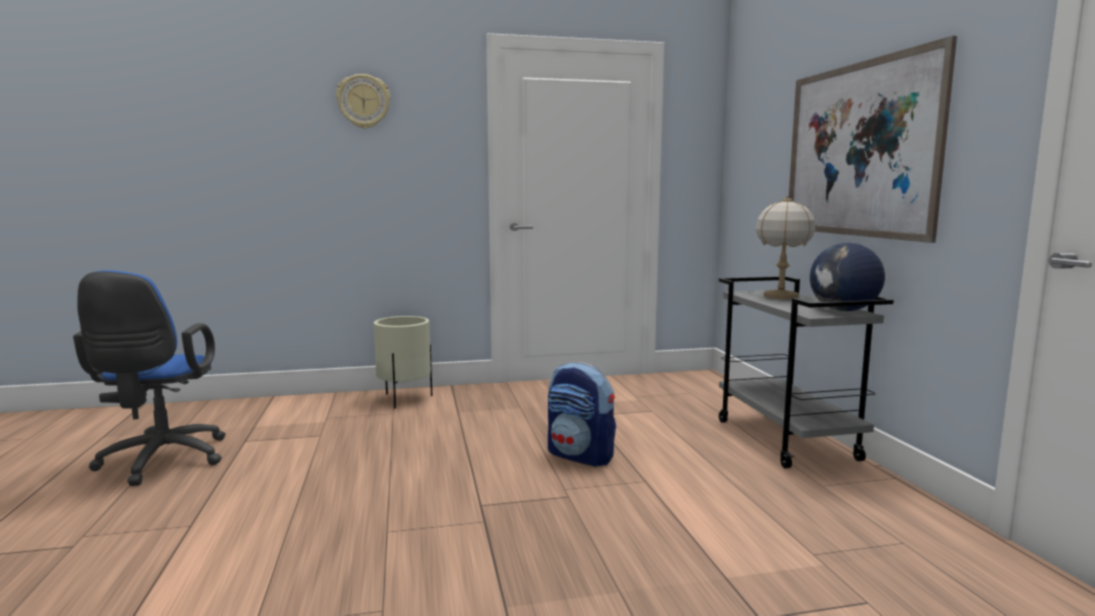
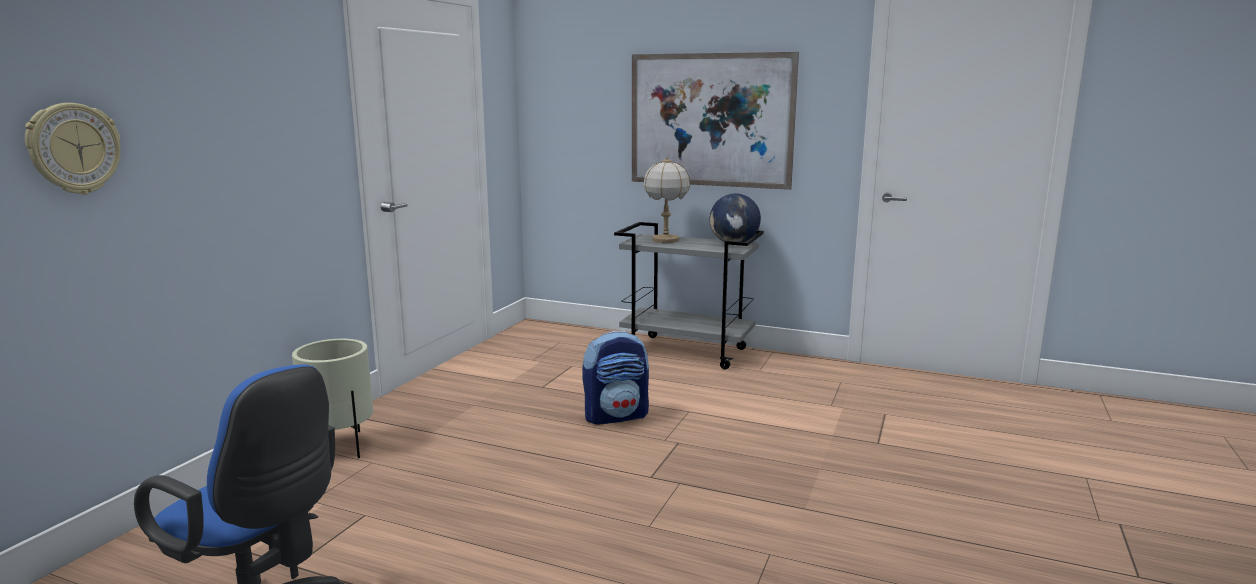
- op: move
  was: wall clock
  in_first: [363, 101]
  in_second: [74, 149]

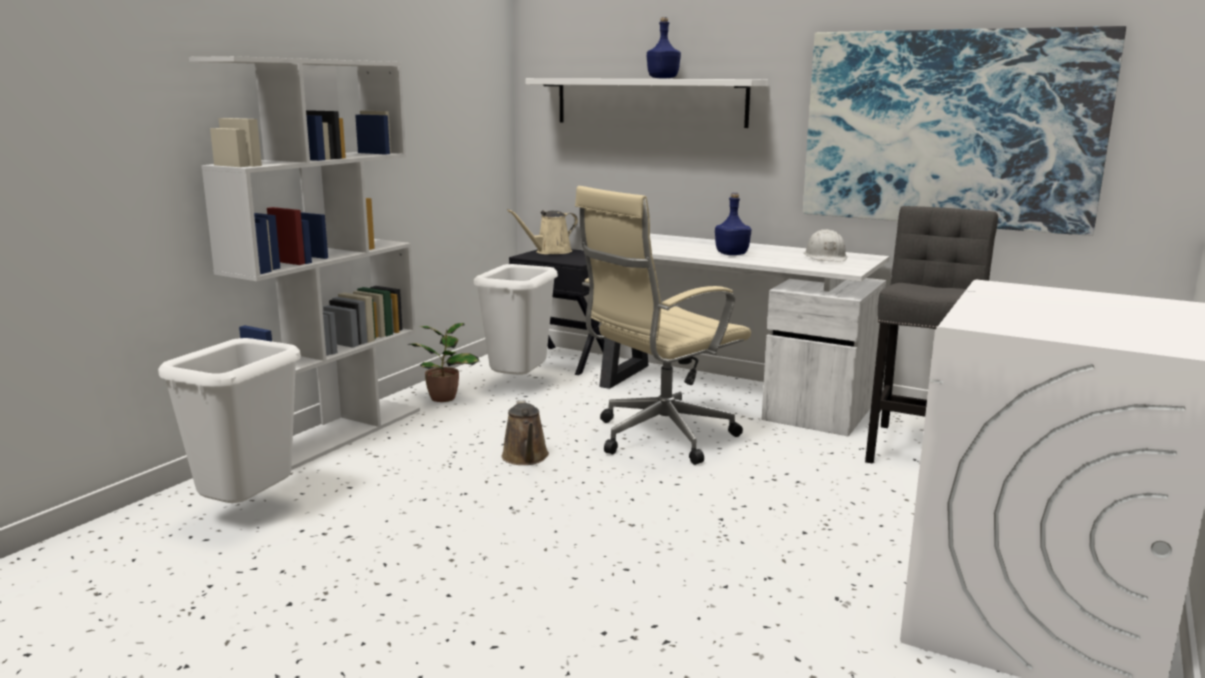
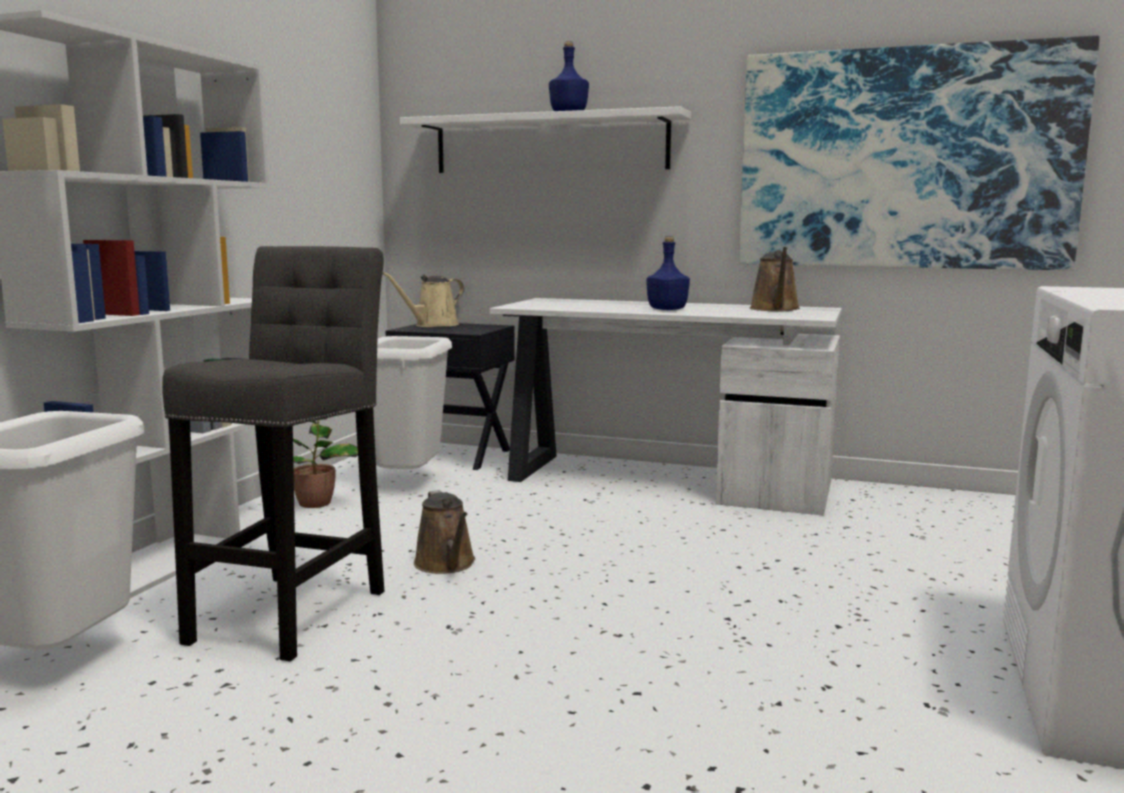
- op: delete
  was: beige desk chair
  in_first: [658, 438]
- op: replace
  was: whitish work helmet
  now: brown-coloured sprinkling can
  in_first: [826, 257]
  in_second: [775, 309]
- op: move
  was: greyish stool seat
  in_first: [916, 447]
  in_second: [294, 611]

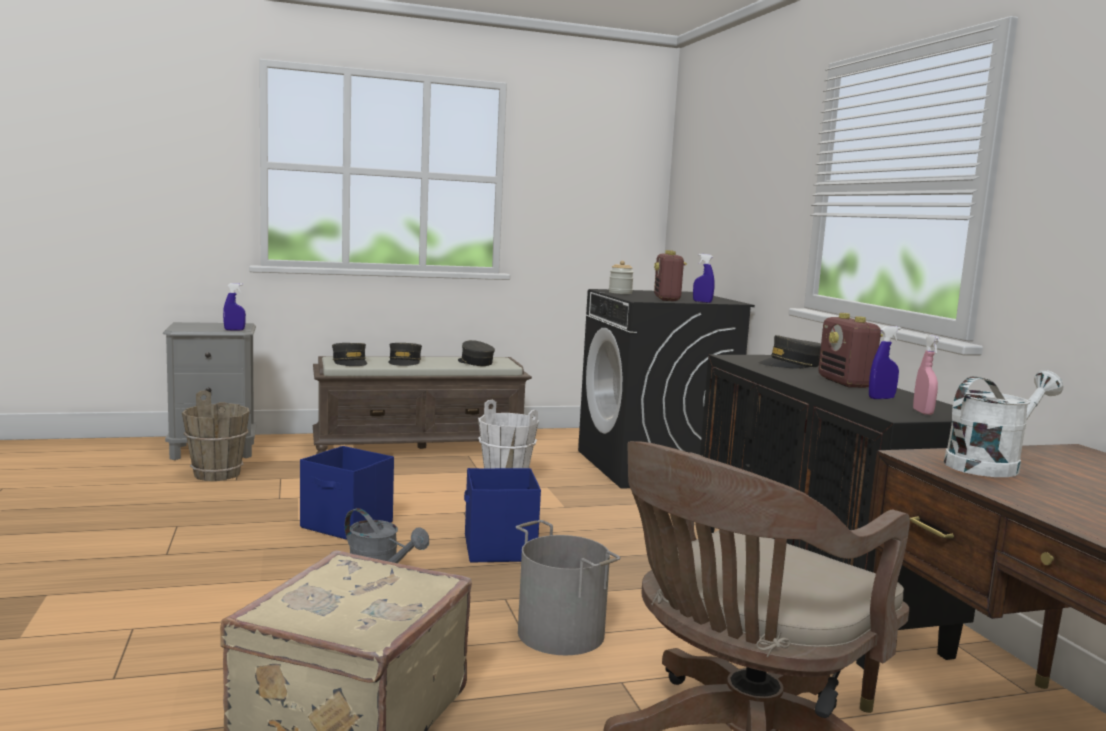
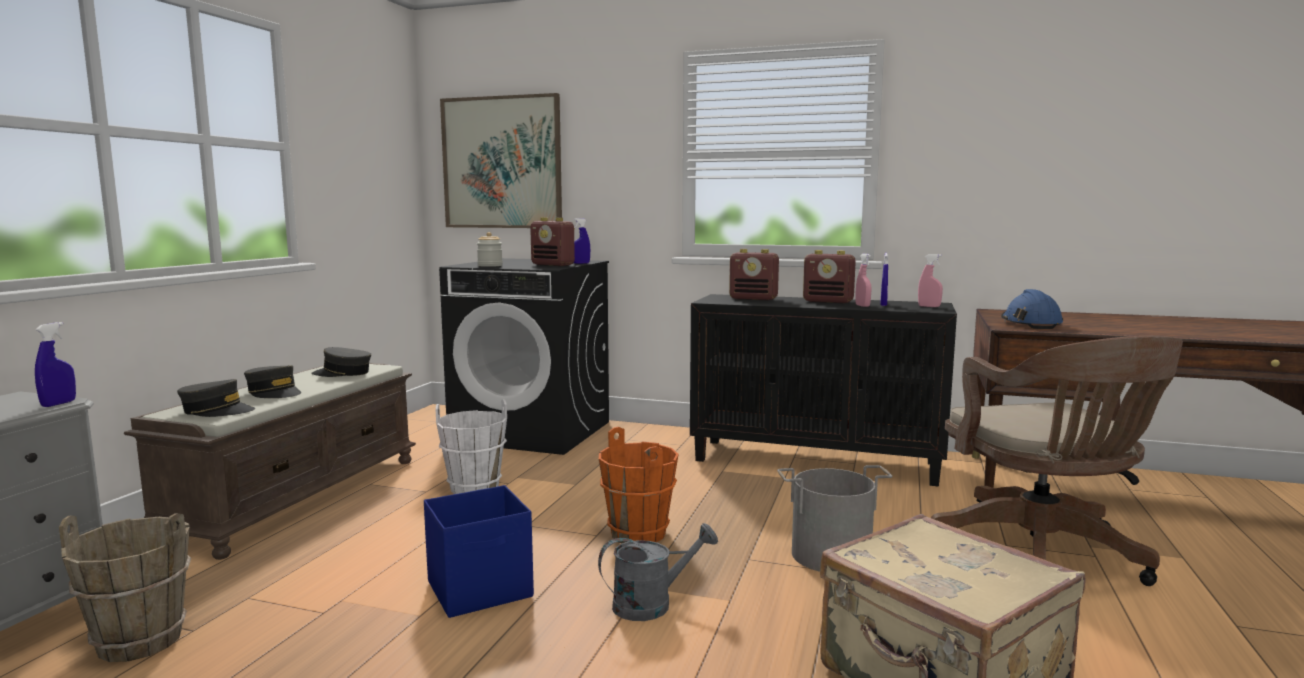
- op: replace
  was: blue storage box
  now: orange-coloured bucket
  in_first: [499, 549]
  in_second: [639, 534]
- op: replace
  was: greyish peaked cap
  now: radio set
  in_first: [791, 365]
  in_second: [754, 299]
- op: replace
  was: whitish sprinkling can
  now: blue work helmet
  in_first: [990, 465]
  in_second: [1030, 324]
- op: insert
  now: wall picture
  in_second: [502, 163]
- op: insert
  now: pink sprayer
  in_second: [862, 306]

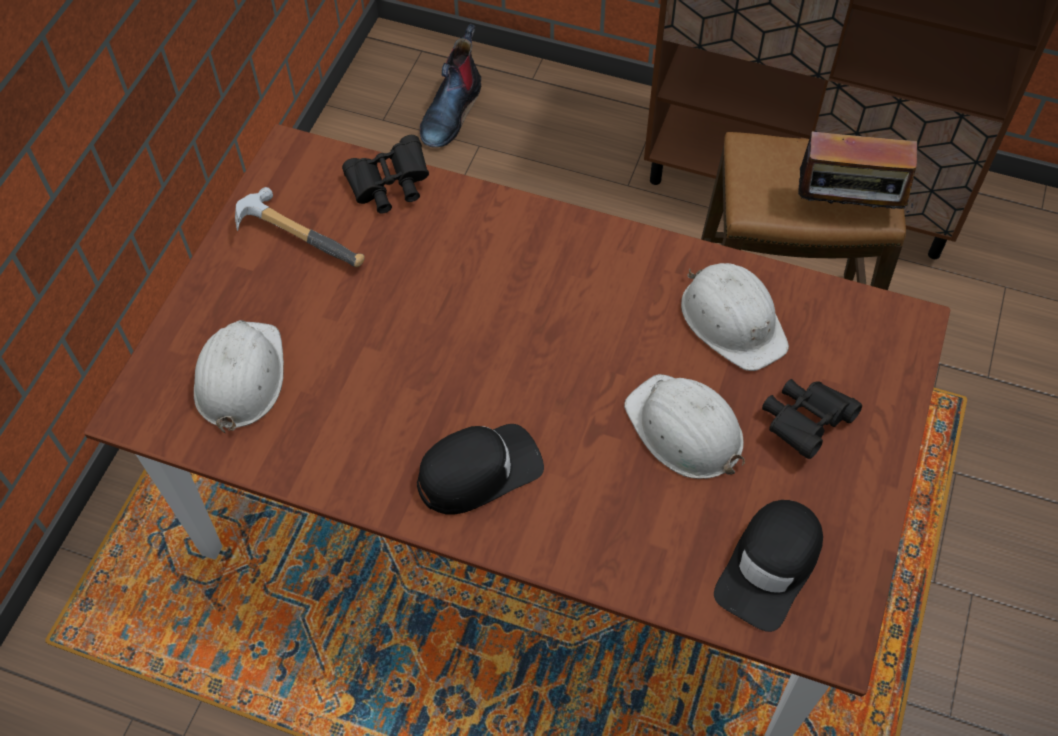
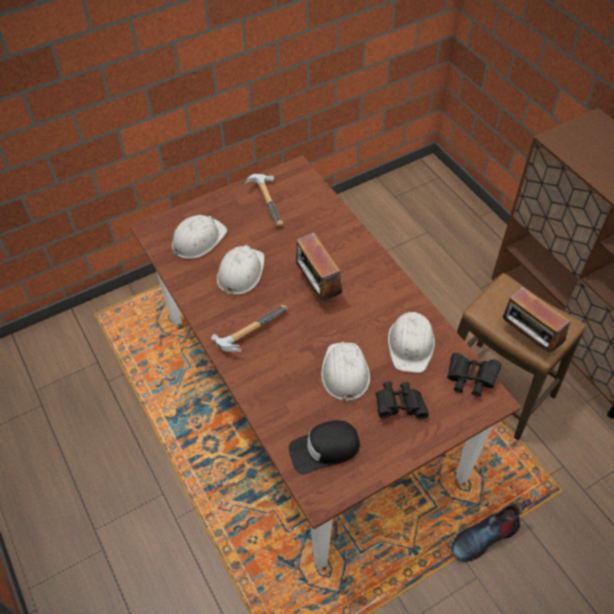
- op: move
  was: blackish binoculars
  in_first: [389, 187]
  in_second: [470, 379]
- op: replace
  was: blackish peaked cap
  now: hand hammer
  in_first: [479, 471]
  in_second: [248, 331]
- op: move
  was: boot
  in_first: [451, 112]
  in_second: [485, 537]
- op: insert
  now: whitish work helmet
  in_second: [240, 272]
- op: insert
  now: radio set
  in_second: [317, 288]

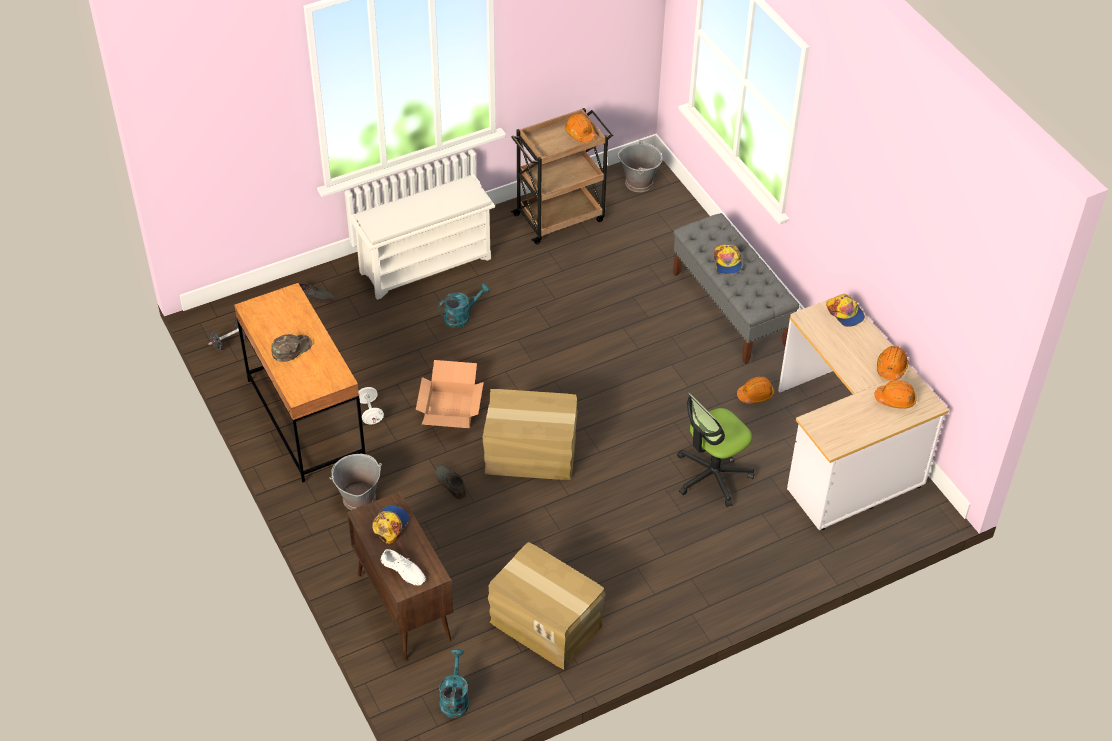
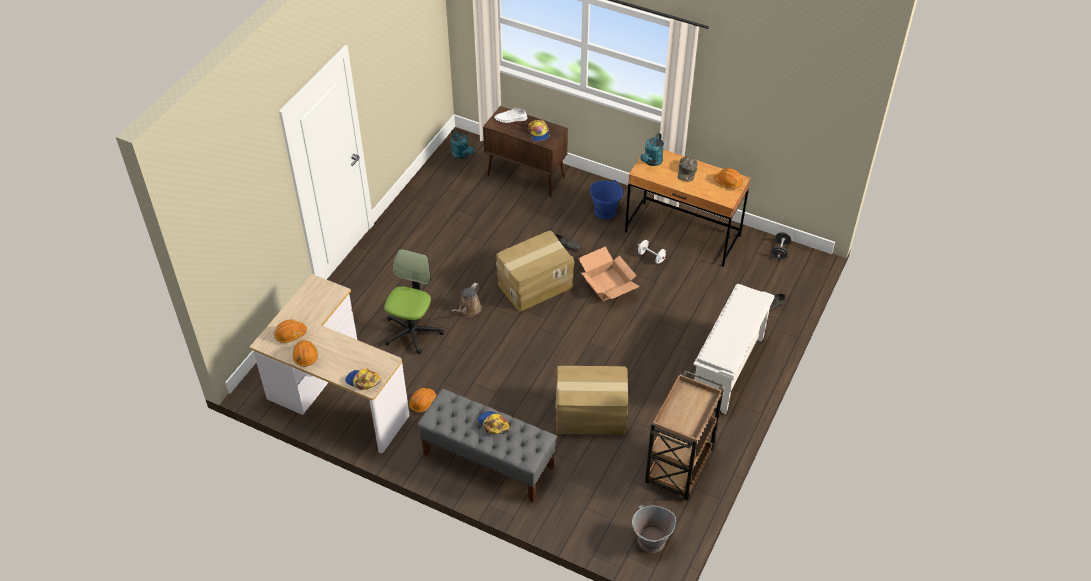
- op: recolor
  was: greyish bucket
  now: blue bucket
  in_first: [358, 498]
  in_second: [605, 211]
- op: move
  was: turquoise-coloured sprinkling can
  in_first: [461, 317]
  in_second: [652, 162]
- op: move
  was: packing box
  in_first: [546, 623]
  in_second: [590, 415]
- op: move
  was: orange-coloured work helmet
  in_first: [579, 133]
  in_second: [728, 182]
- op: insert
  now: brown-coloured sprinkling can
  in_second: [468, 310]

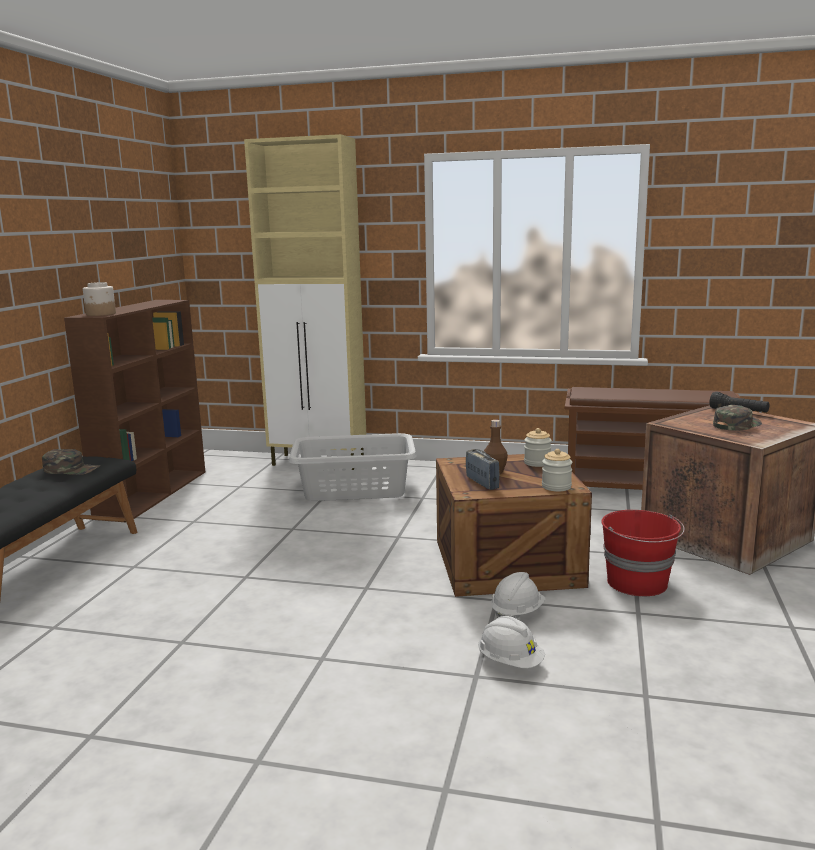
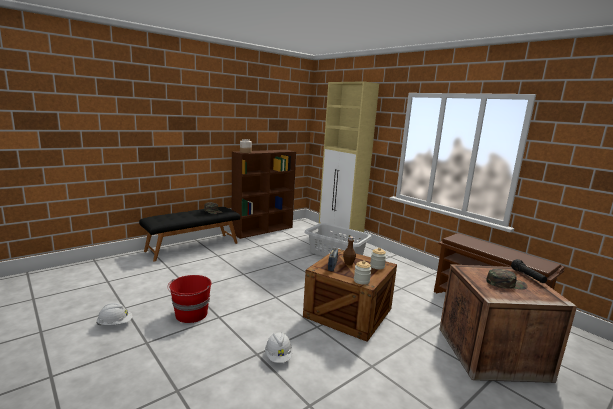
- op: move
  was: whitish work helmet
  in_first: [517, 613]
  in_second: [115, 323]
- op: move
  was: reddish bucket
  in_first: [638, 583]
  in_second: [191, 314]

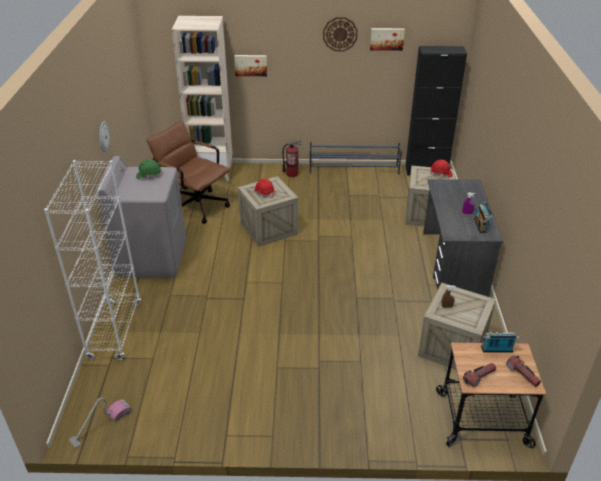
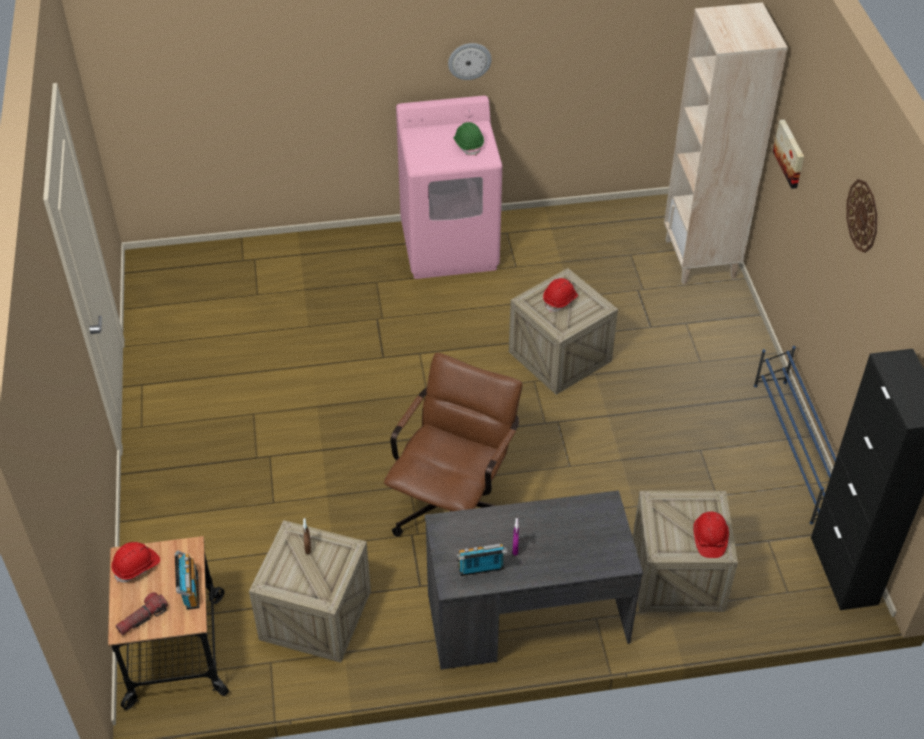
- op: delete
  was: whitish bookcase
  in_first: [115, 330]
- op: delete
  was: vacuum
  in_first: [101, 425]
- op: recolor
  was: greyish laundry machine
  now: pink laundry machine
  in_first: [152, 258]
  in_second: [450, 246]
- op: move
  was: brown-coloured desk chair
  in_first: [194, 205]
  in_second: [453, 504]
- op: delete
  was: fire extinguisher
  in_first: [292, 174]
- op: delete
  was: wall picture
  in_first: [387, 38]
- op: replace
  was: hand torch
  now: reddish work helmet
  in_first: [479, 377]
  in_second: [137, 567]

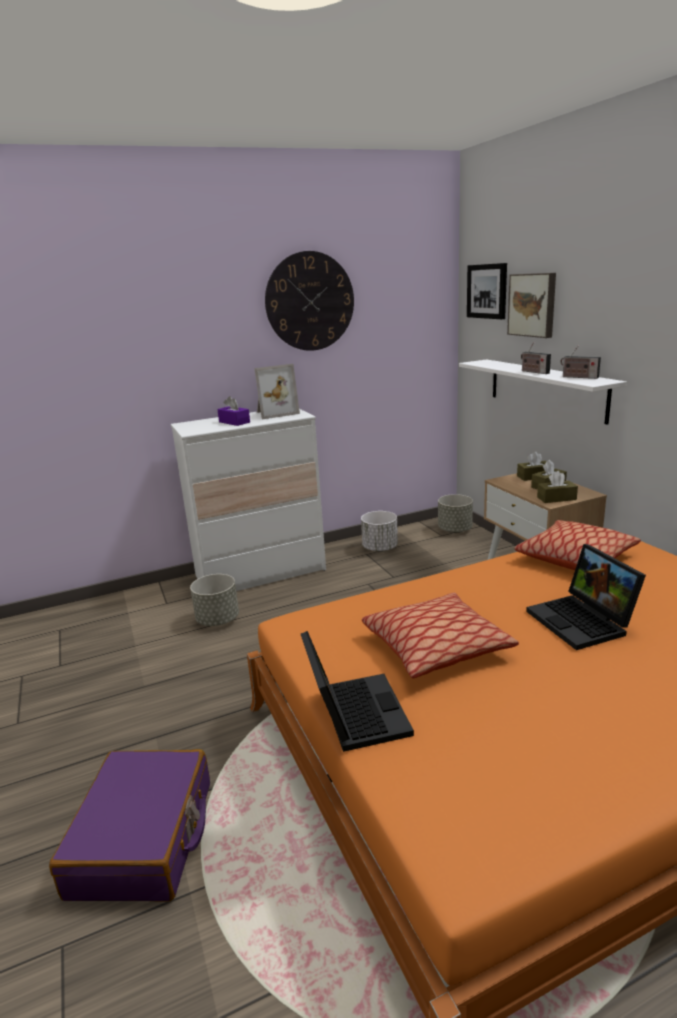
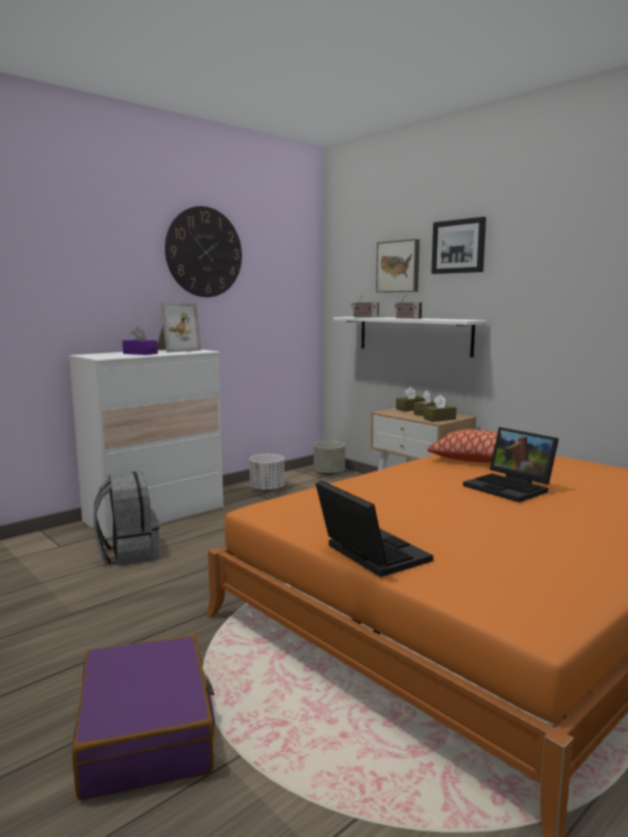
- op: replace
  was: greyish flower pot
  now: greyish backpack
  in_first: [217, 620]
  in_second: [128, 553]
- op: delete
  was: throw pillow
  in_first: [436, 647]
- op: move
  was: wall picture
  in_first: [487, 291]
  in_second: [458, 246]
- op: move
  was: radio set
  in_first: [578, 377]
  in_second: [364, 317]

